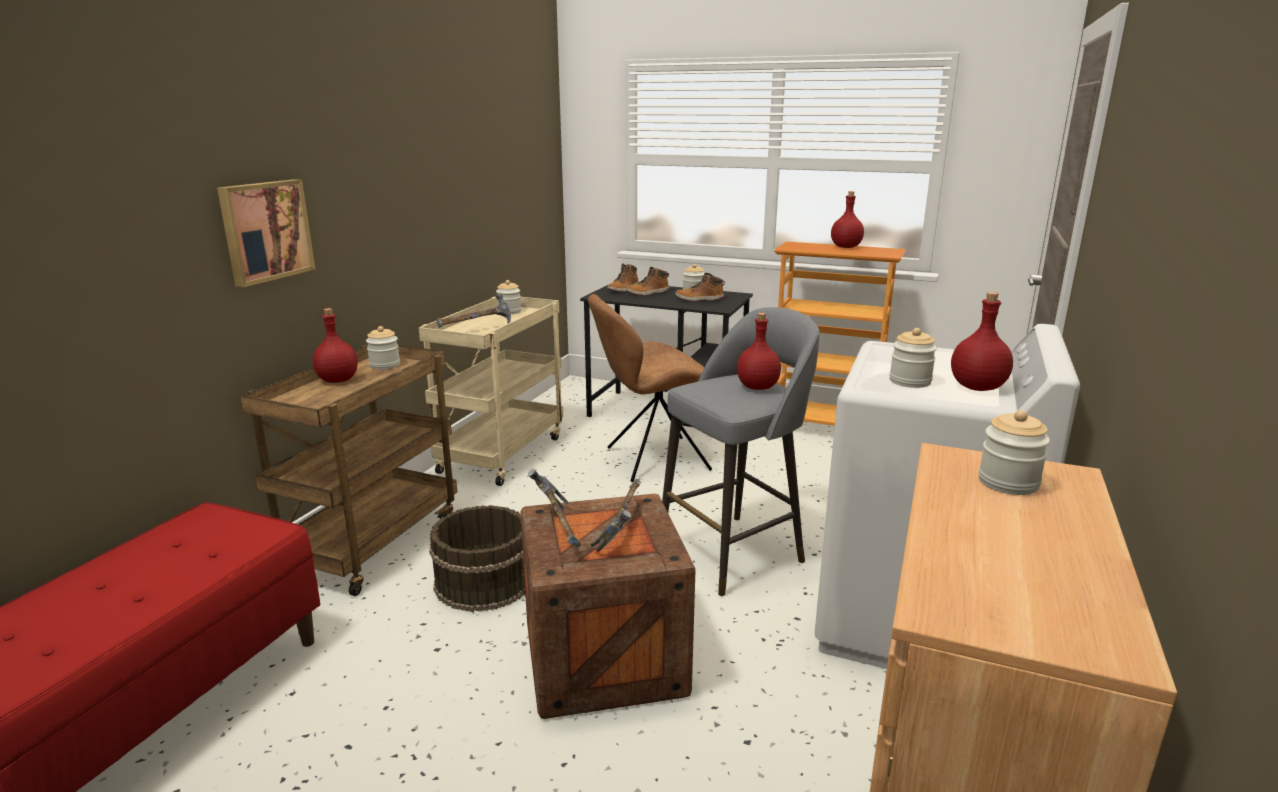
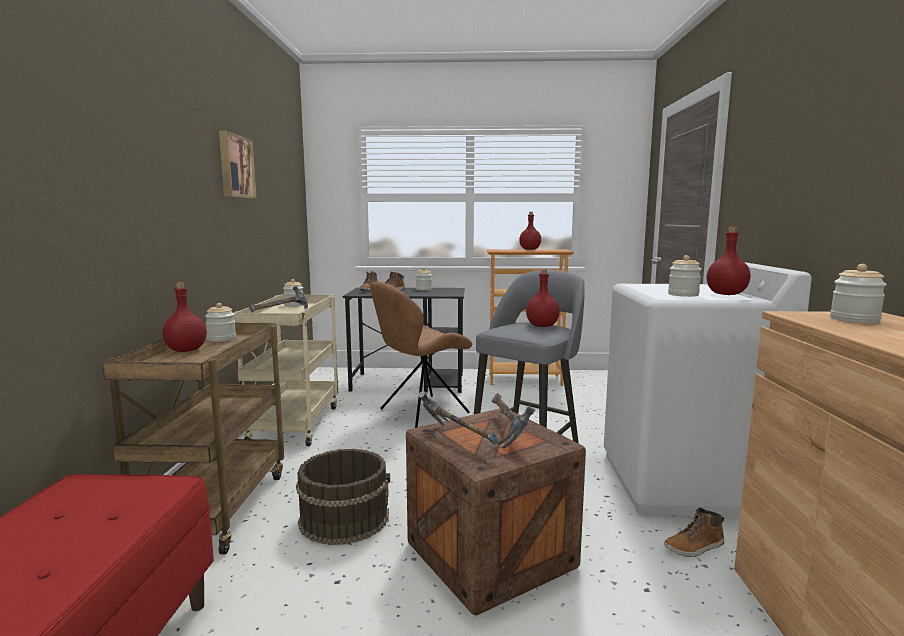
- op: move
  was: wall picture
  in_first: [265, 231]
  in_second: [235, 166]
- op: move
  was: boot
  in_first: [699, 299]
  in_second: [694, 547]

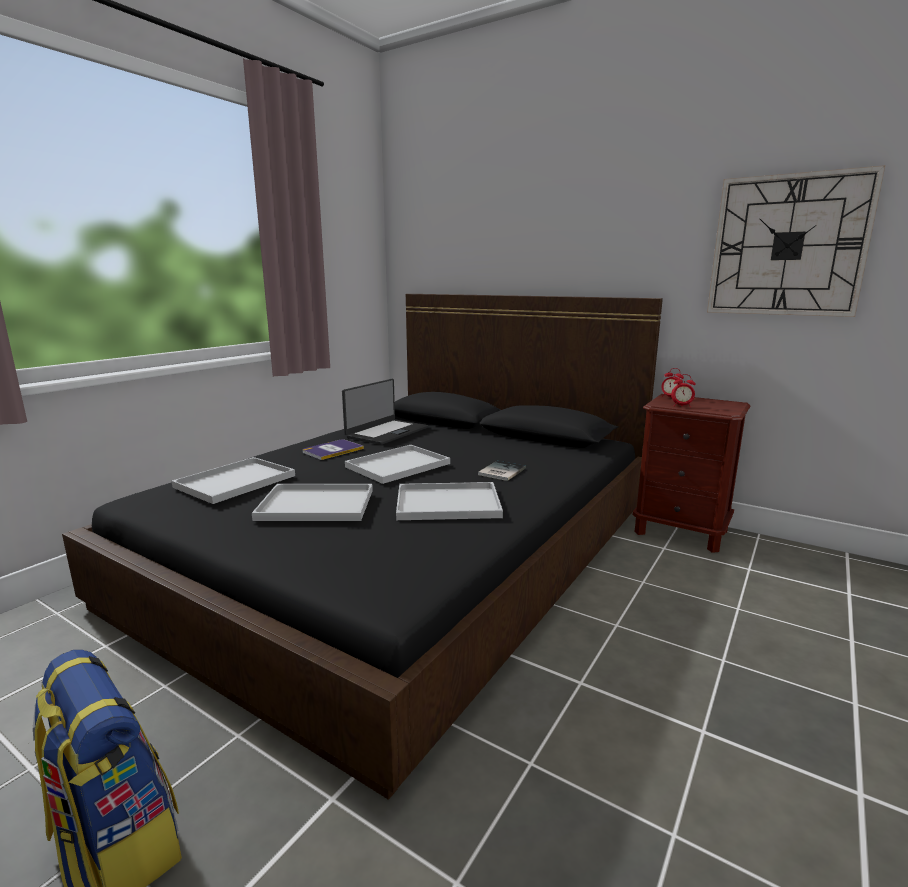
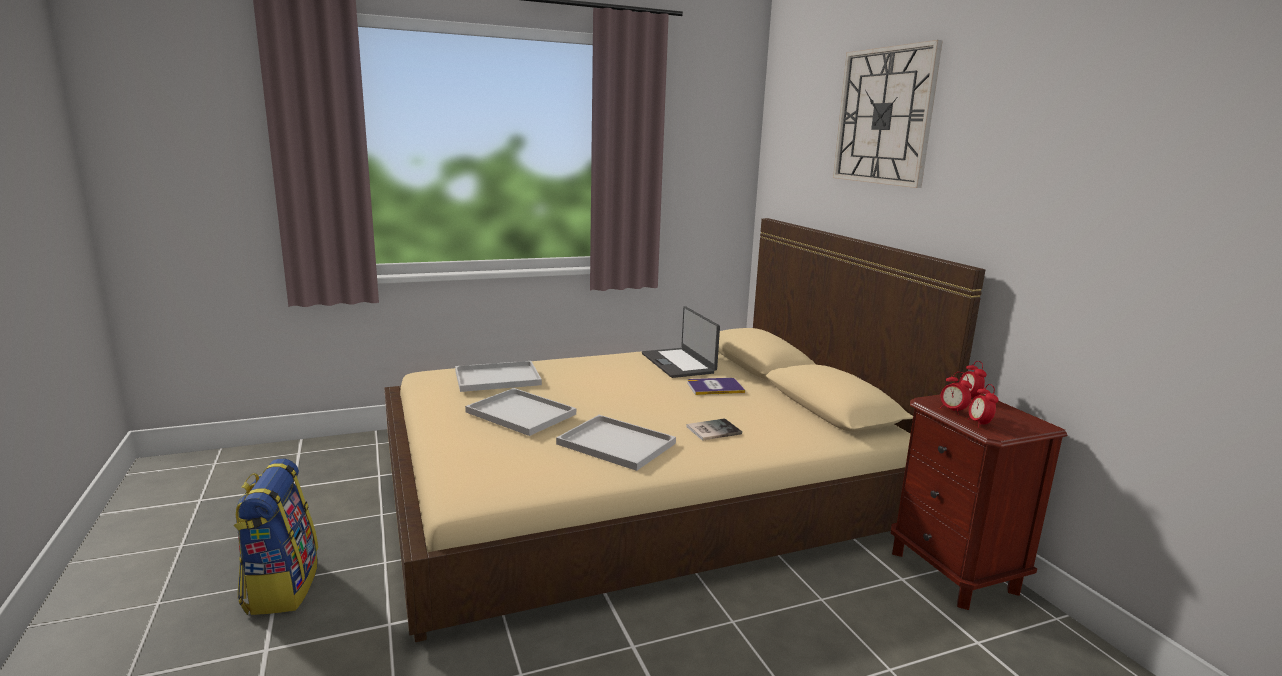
- op: recolor
  was: blackish bedroom bed
  now: beige bedroom bed
  in_first: [410, 550]
  in_second: [640, 484]
- op: move
  was: bound book
  in_first: [332, 450]
  in_second: [715, 387]
- op: rotate
  was: laptop
  in_first: [386, 432]
  in_second: [679, 363]
  clockwise: 90
- op: delete
  was: whitish tray
  in_first: [397, 466]
- op: move
  was: wall clock
  in_first: [787, 246]
  in_second: [884, 116]
- op: insert
  now: bedside clock
  in_second: [979, 424]

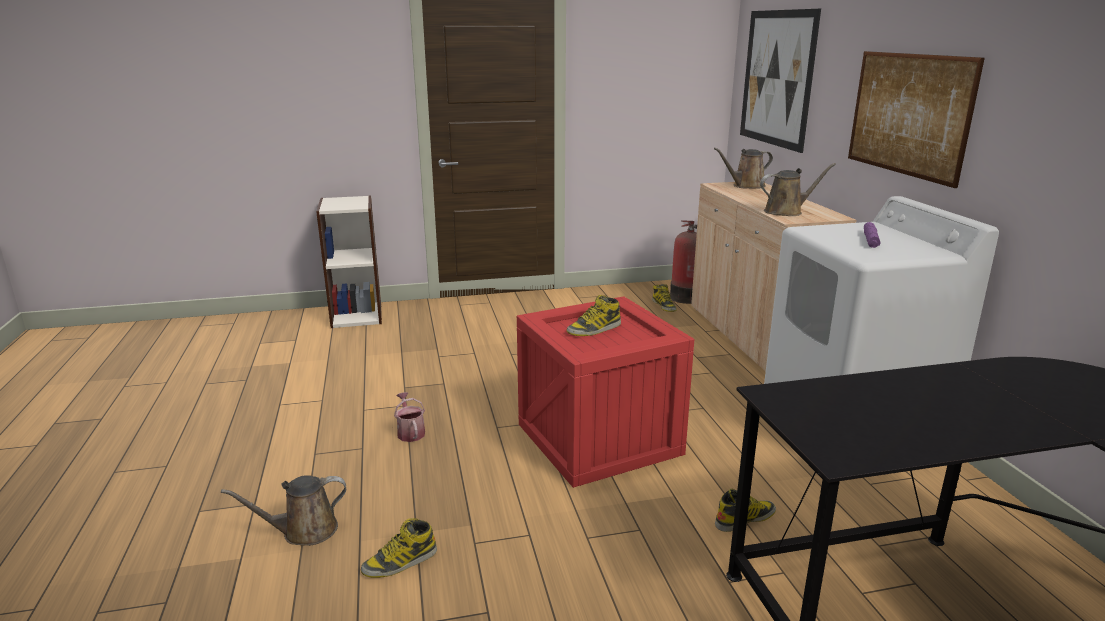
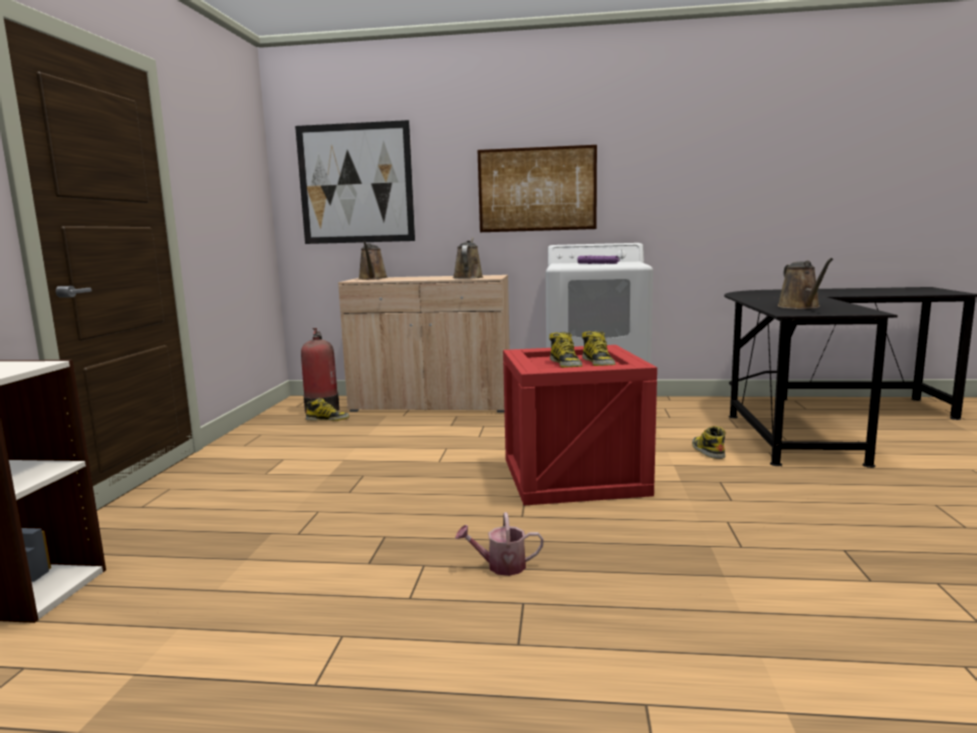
- op: move
  was: brown-coloured sprinkling can
  in_first: [304, 531]
  in_second: [800, 307]
- op: move
  was: boot
  in_first: [400, 562]
  in_second: [598, 363]

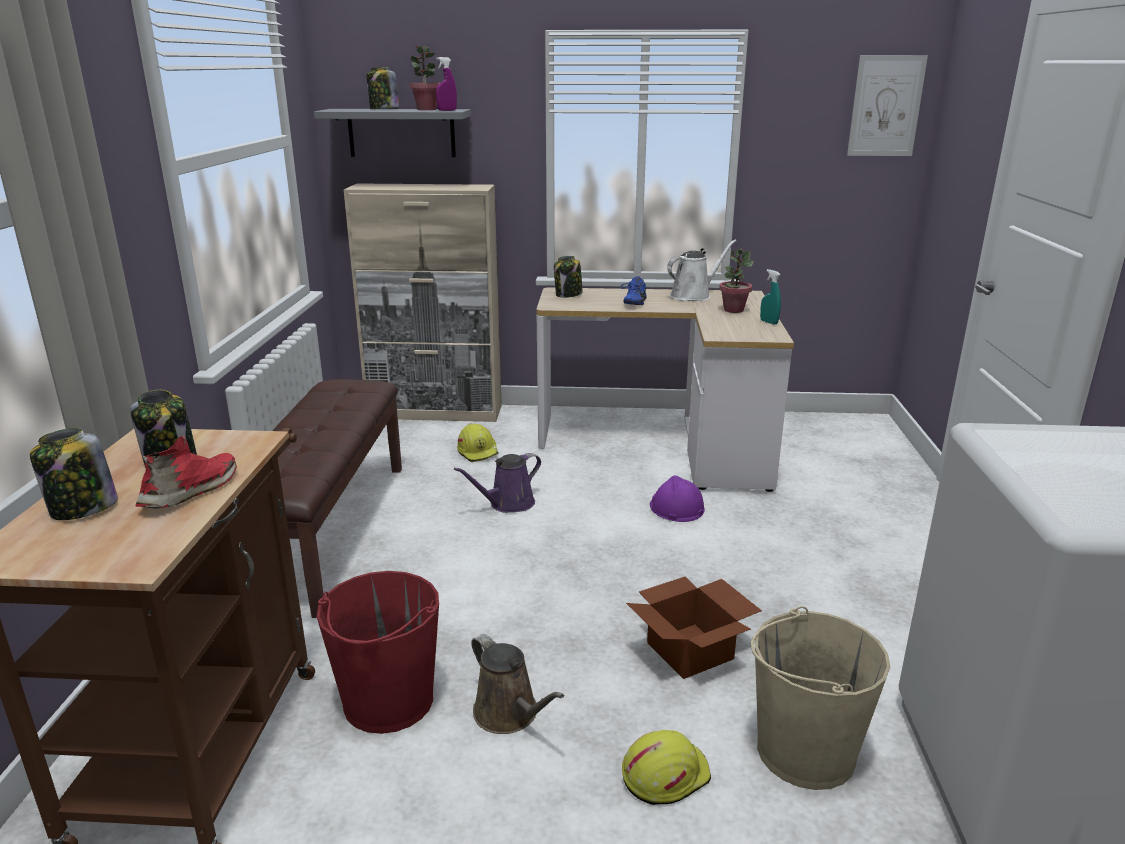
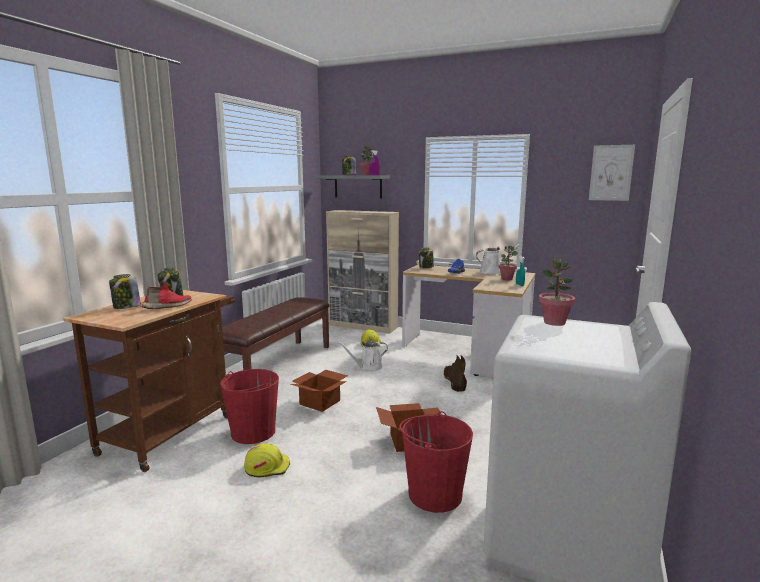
- op: recolor
  was: purple sprinkling can
  now: whitish sprinkling can
  in_first: [508, 504]
  in_second: [368, 367]
- op: delete
  was: brown-coloured sprinkling can
  in_first: [509, 714]
- op: move
  was: yellowish work helmet
  in_first: [664, 774]
  in_second: [267, 467]
- op: replace
  was: purple work helmet
  now: brown-coloured boot
  in_first: [676, 507]
  in_second: [454, 381]
- op: recolor
  was: beige bucket
  now: reddish bucket
  in_first: [804, 751]
  in_second: [434, 494]
- op: insert
  now: packing box
  in_second: [321, 402]
- op: insert
  now: potted plant
  in_second: [554, 322]

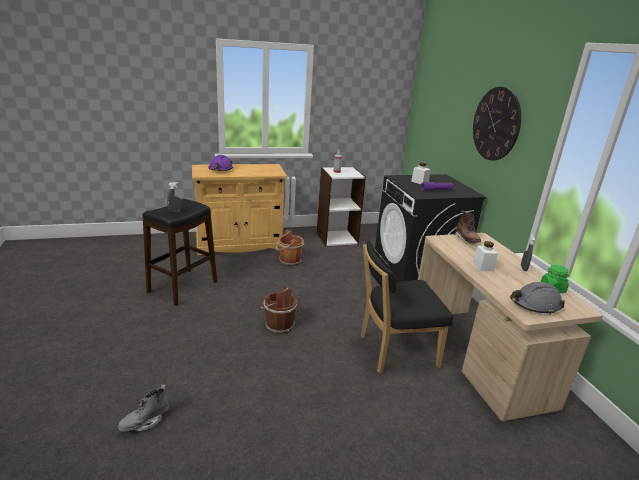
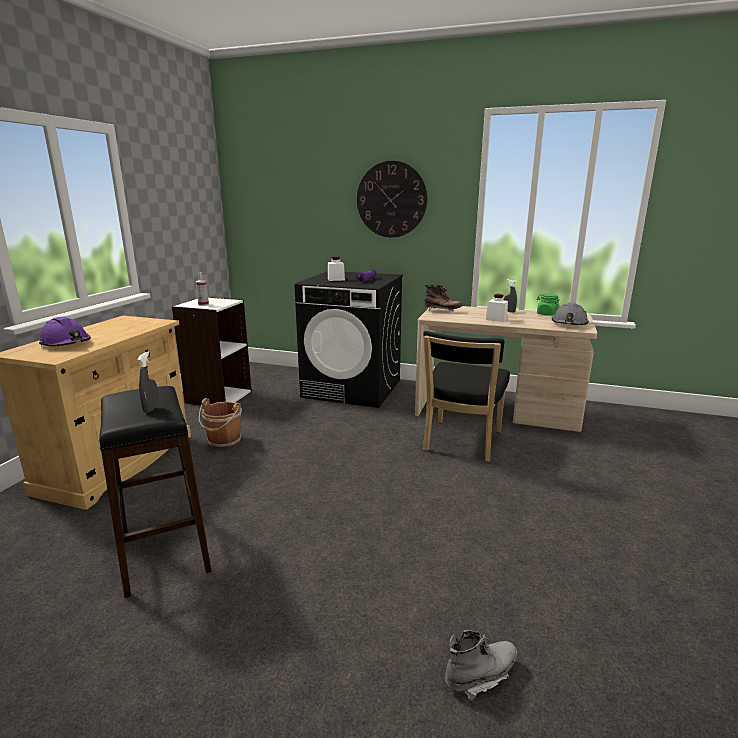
- op: rotate
  was: greyish boot
  in_first: [145, 422]
  in_second: [480, 675]
  clockwise: -105
- op: delete
  was: brown-coloured bucket
  in_first: [278, 325]

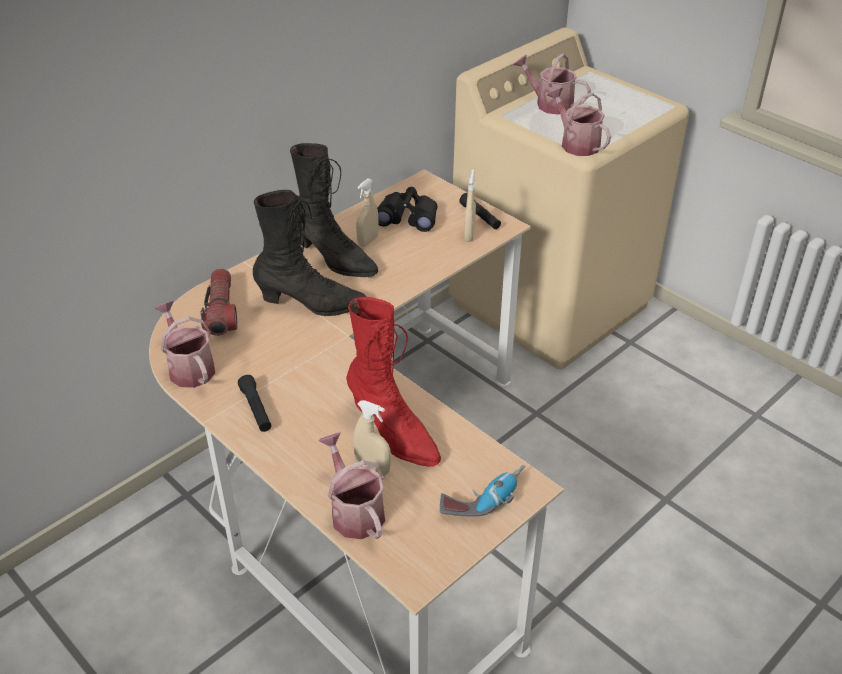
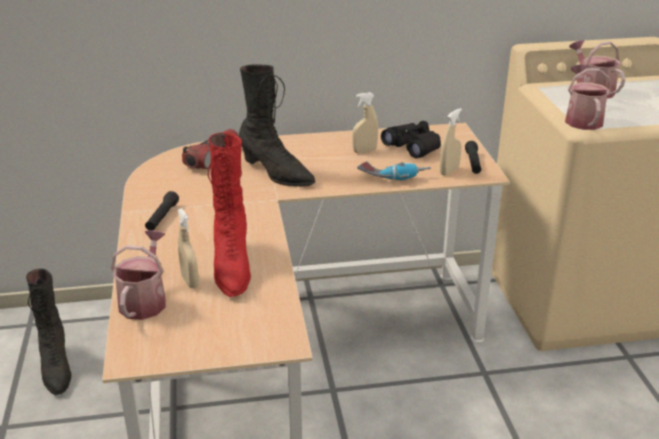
- op: delete
  was: sprinkling can
  in_first: [189, 367]
- op: move
  was: blackish boot
  in_first: [334, 259]
  in_second: [56, 368]
- op: move
  was: drill
  in_first: [483, 498]
  in_second: [393, 176]

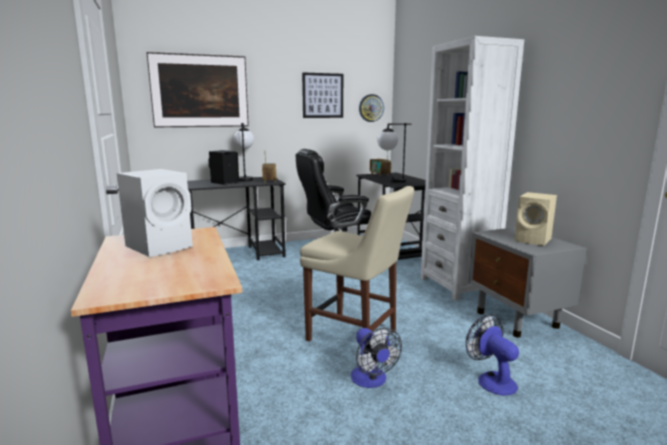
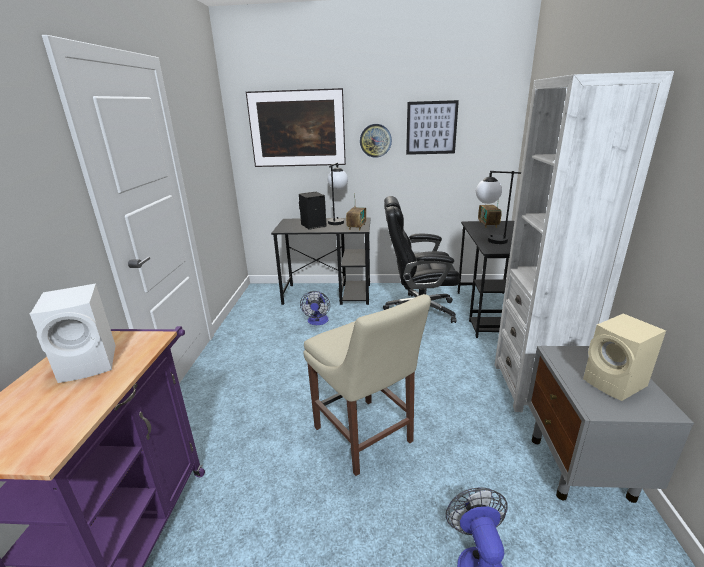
- op: move
  was: cooling fan
  in_first: [371, 381]
  in_second: [317, 322]
- op: move
  was: wall clock
  in_first: [371, 108]
  in_second: [375, 140]

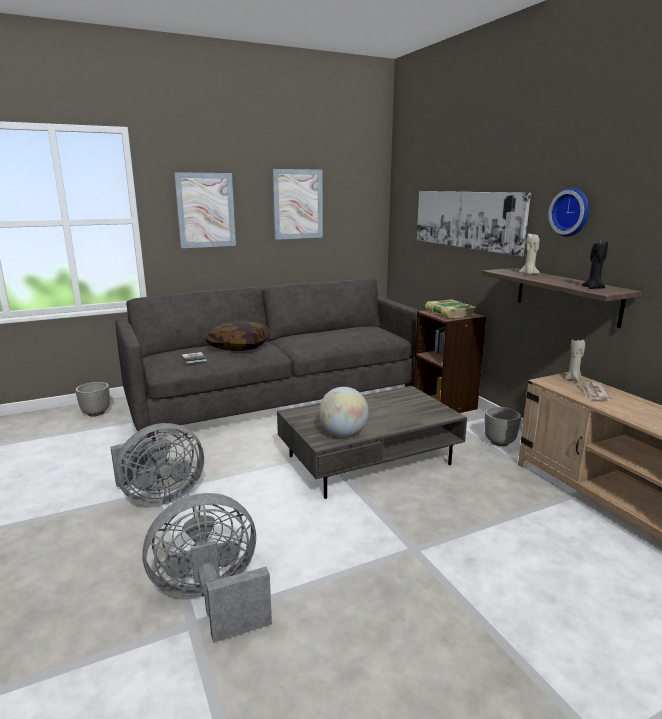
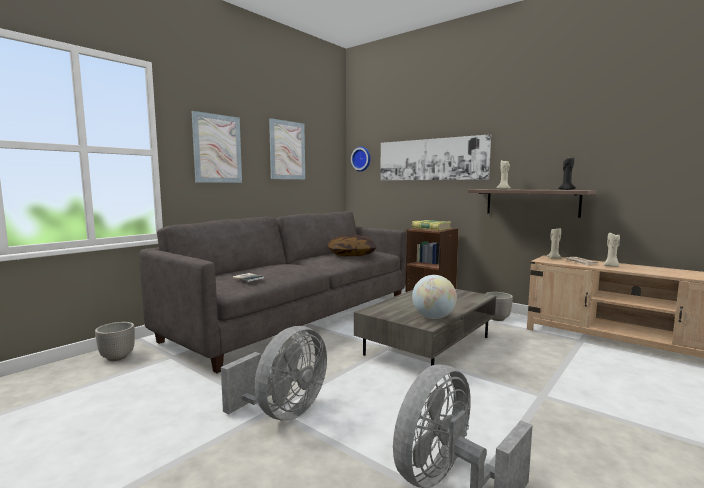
- op: move
  was: throw pillow
  in_first: [239, 347]
  in_second: [351, 255]
- op: move
  was: wall clock
  in_first: [571, 212]
  in_second: [362, 159]
- op: insert
  now: beige wax light
  in_second: [611, 266]

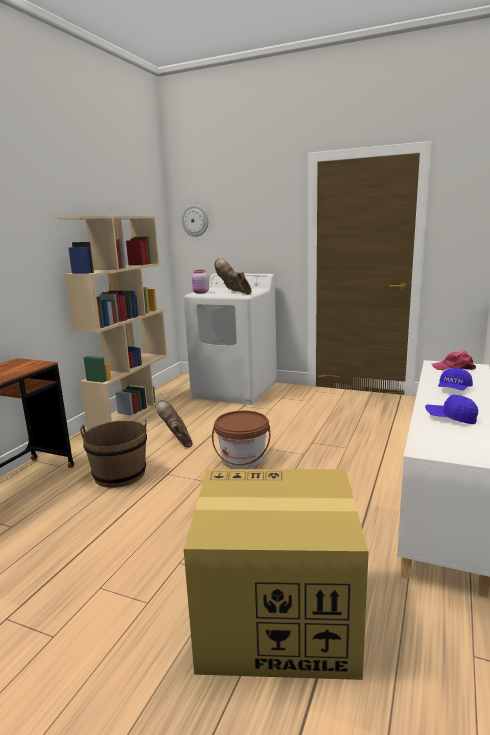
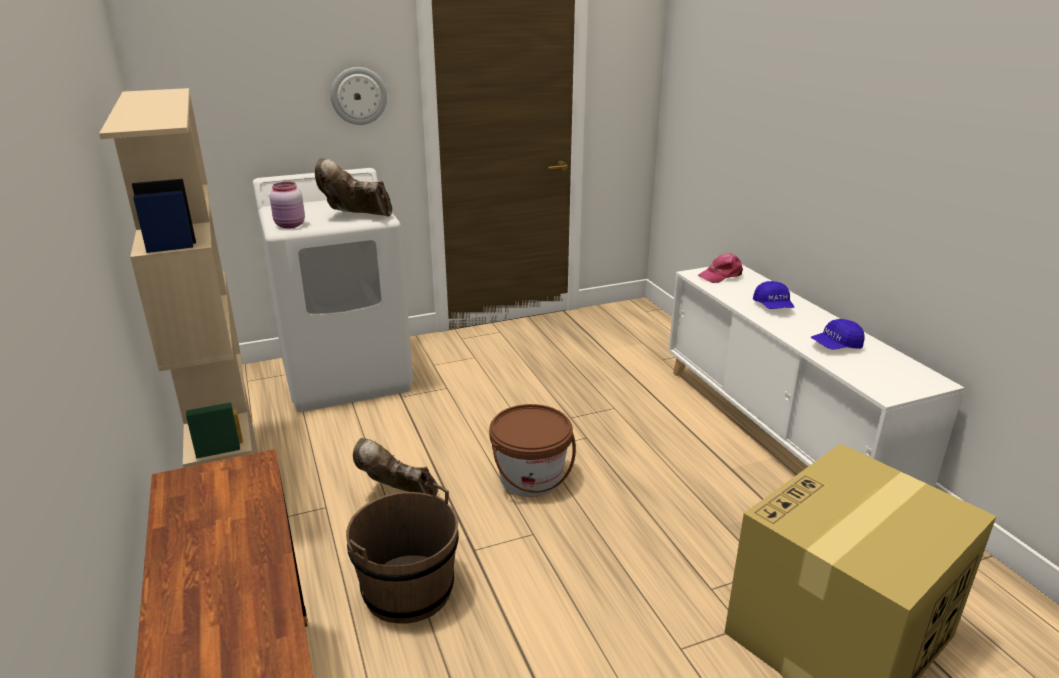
- op: move
  was: wall clock
  in_first: [195, 220]
  in_second: [358, 96]

